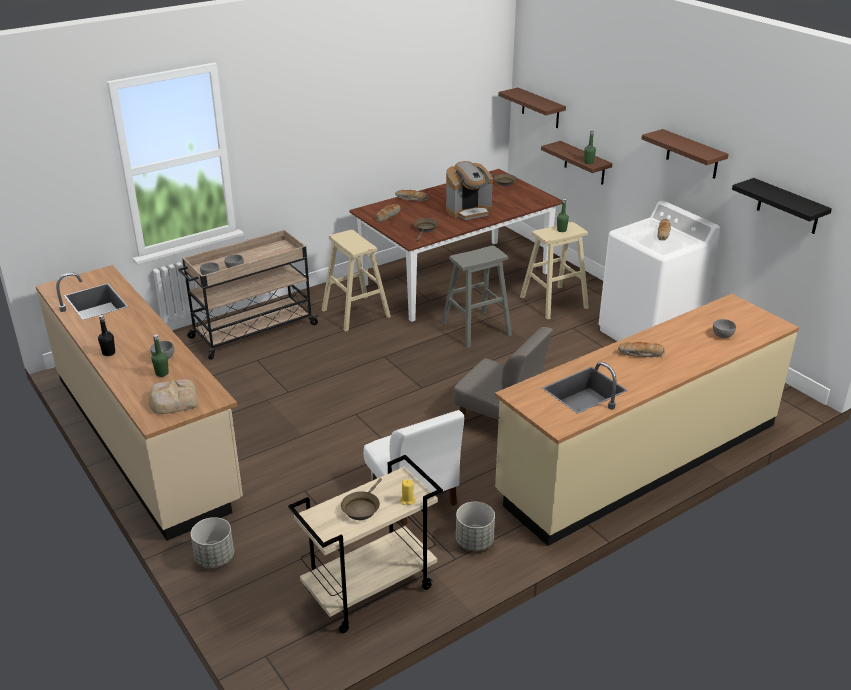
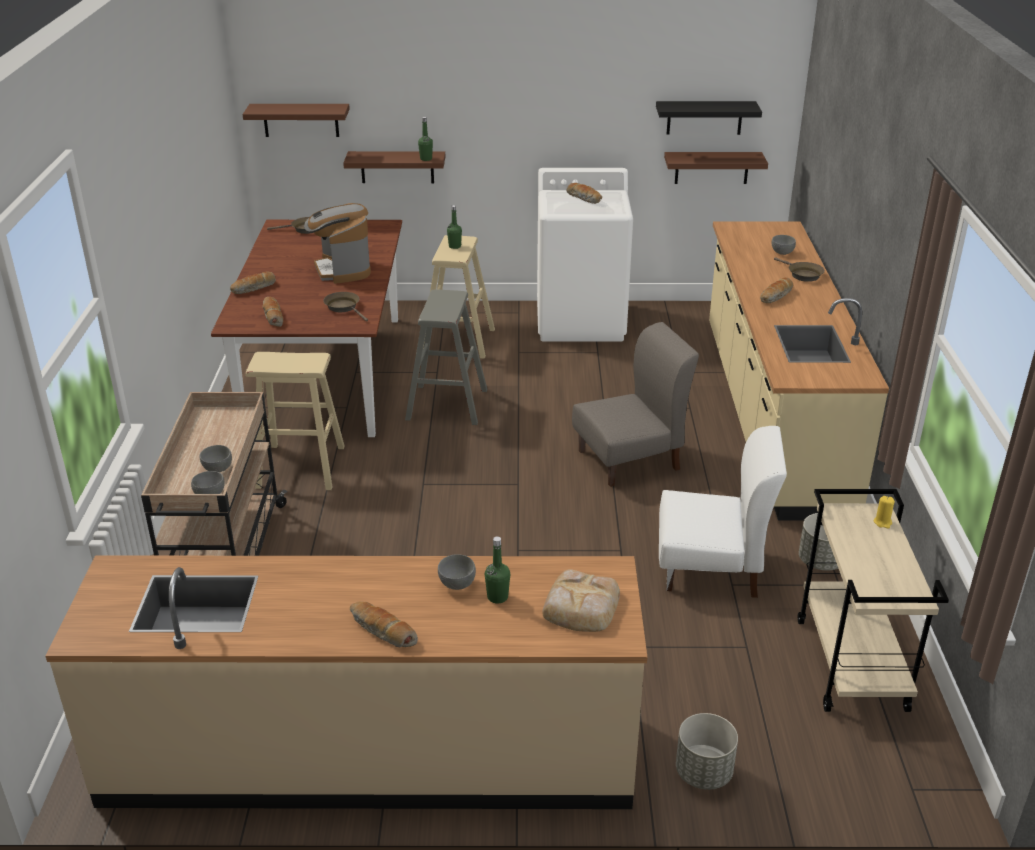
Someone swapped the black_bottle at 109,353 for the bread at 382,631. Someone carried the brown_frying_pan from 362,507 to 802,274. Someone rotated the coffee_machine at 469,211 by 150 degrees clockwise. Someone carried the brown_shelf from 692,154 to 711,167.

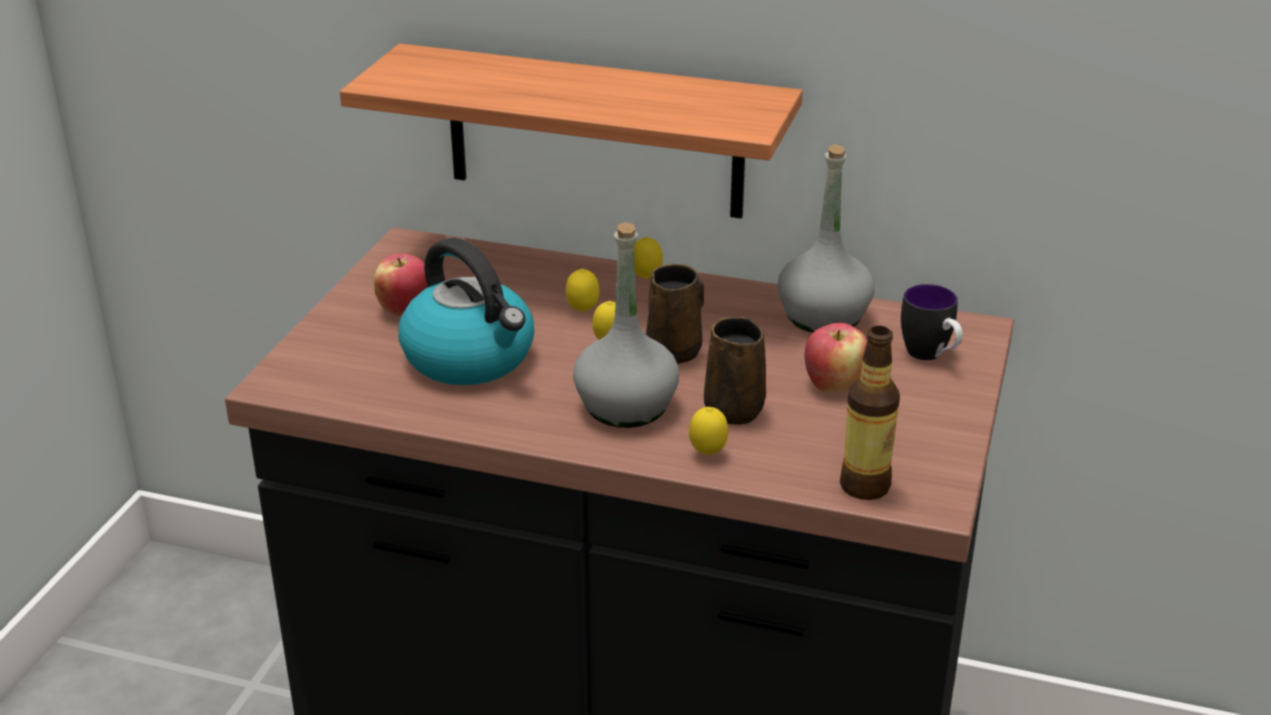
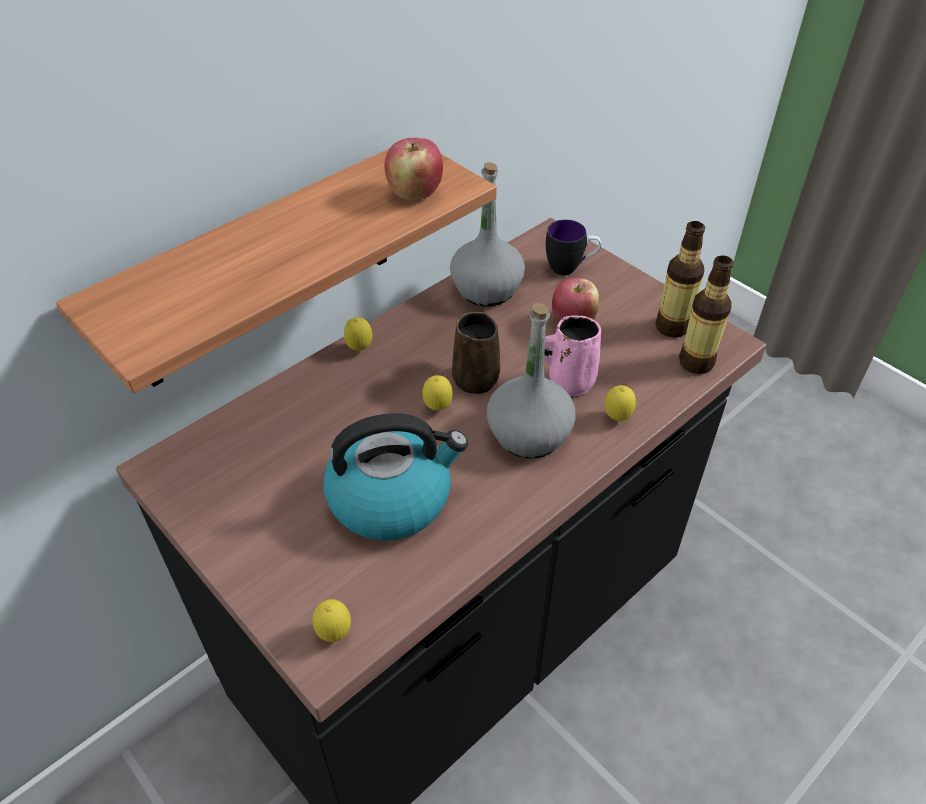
Someone carried the apple from 404,310 to 414,194. Someone carried the lemon from 583,312 to 334,634. Someone repainted the brown_mug at 732,408, which became the pink_mug at 568,381. Someone put down the bottle at 672,327.

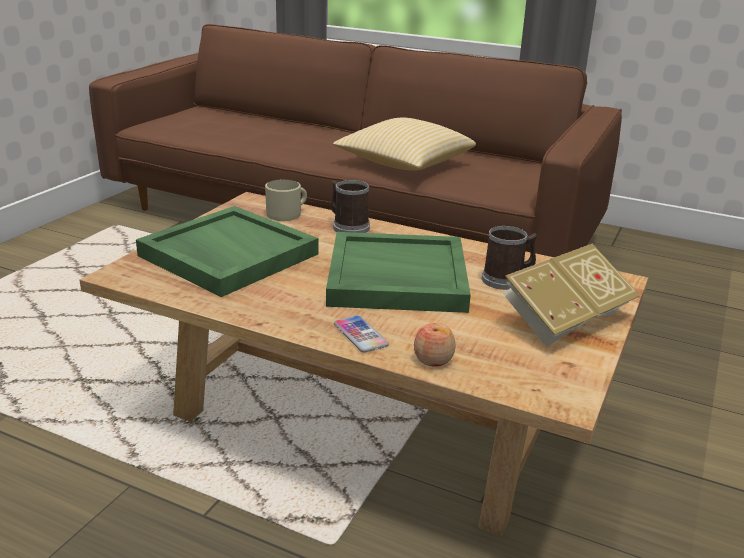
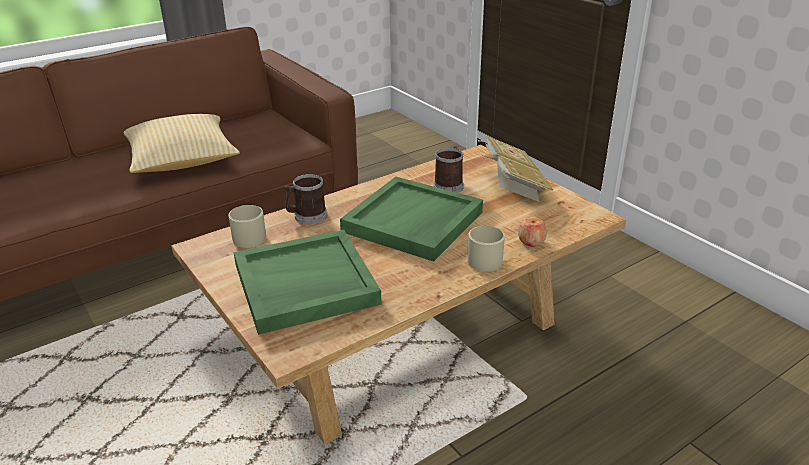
Someone swapped the phone at 360,335 for the beige_mug at 484,258.

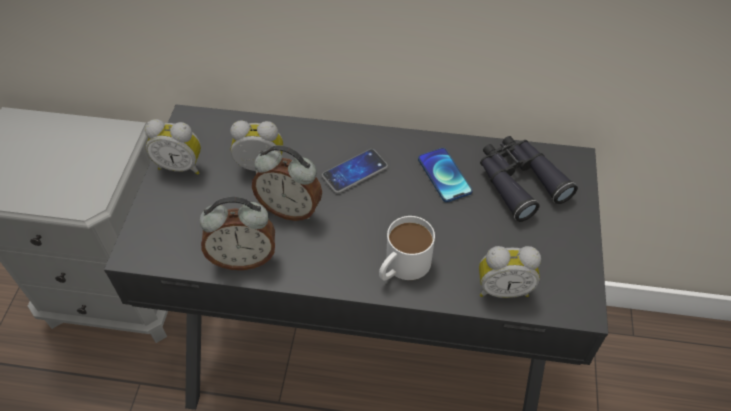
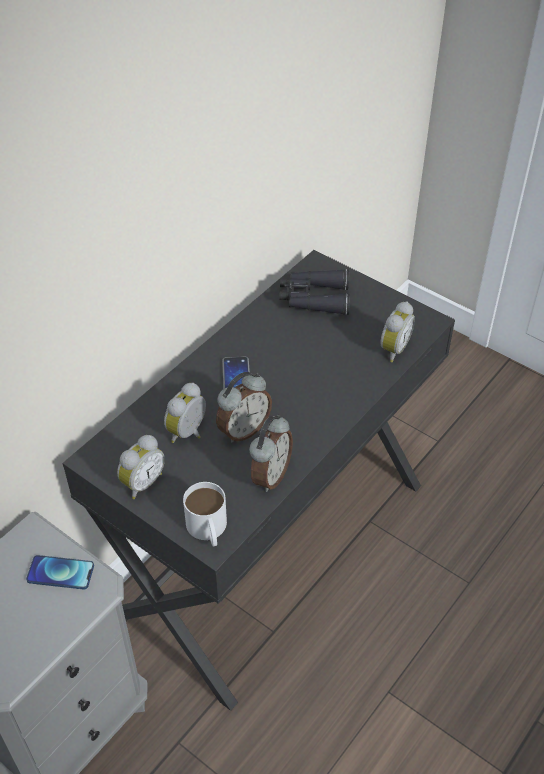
Someone carried the white_mug from 402,266 to 208,530. Someone carried the phone from 444,175 to 60,573.

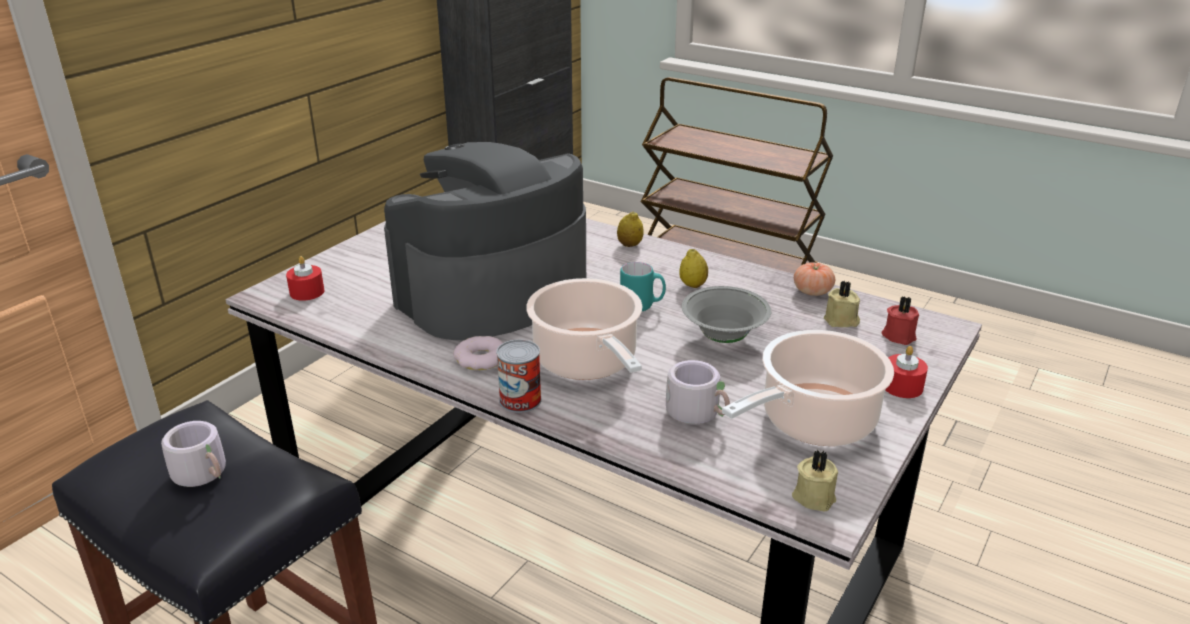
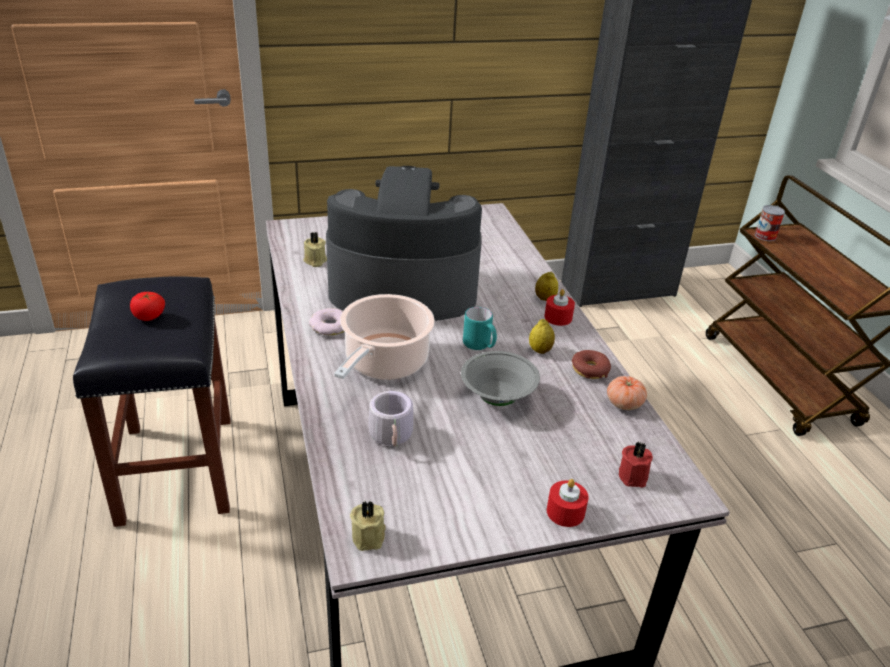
Someone swapped the grey_mug at 206,473 for the tomato at 149,317. Someone carried the red_candle from 307,292 to 558,317. Someone carried the can from 520,400 to 765,236. Someone took away the cooking_pot at 812,422. Someone carried the beige_candle from 841,321 to 315,261. Someone put down the donut at 590,370.

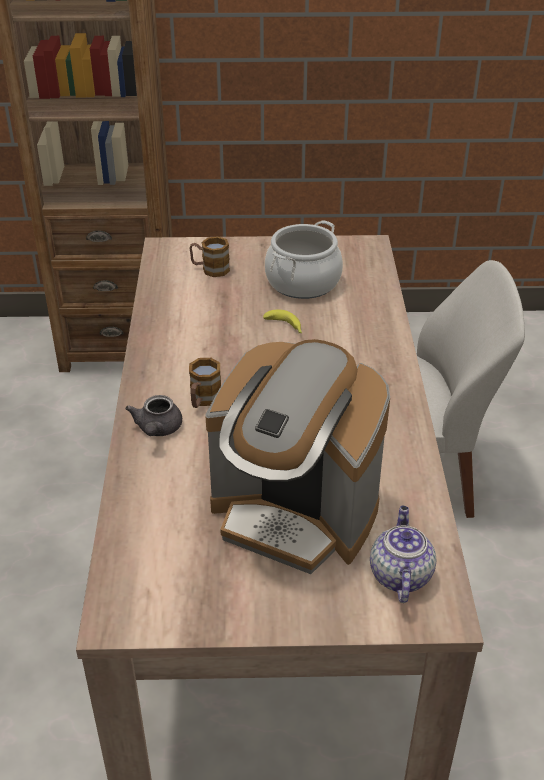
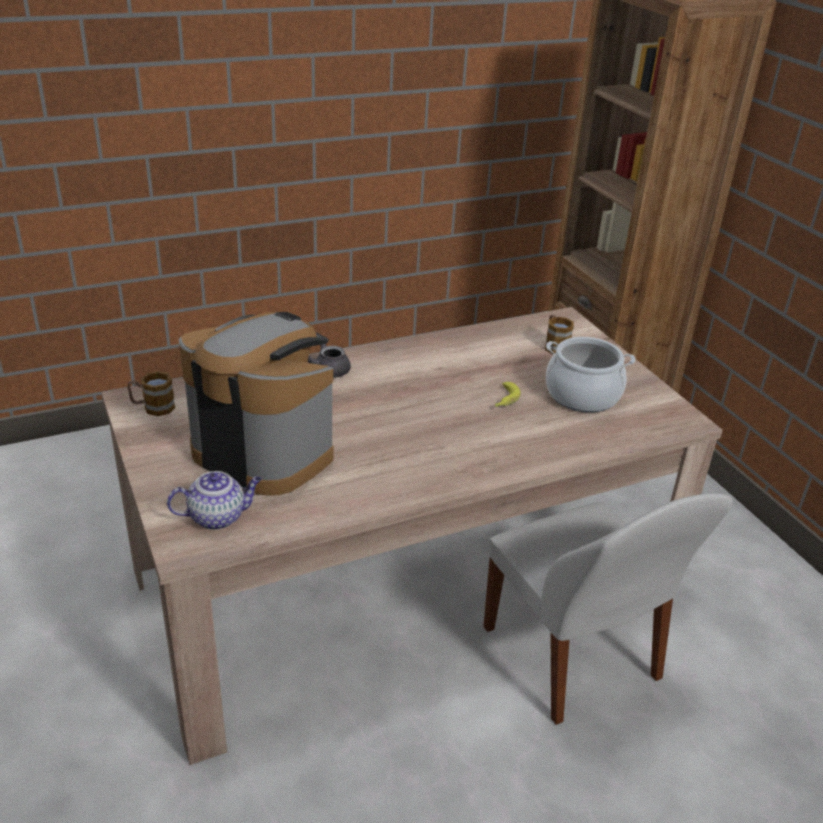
Someone carried the mug from 203,400 to 153,407. Someone rotated the coffee_machine at 295,514 by 120 degrees clockwise.

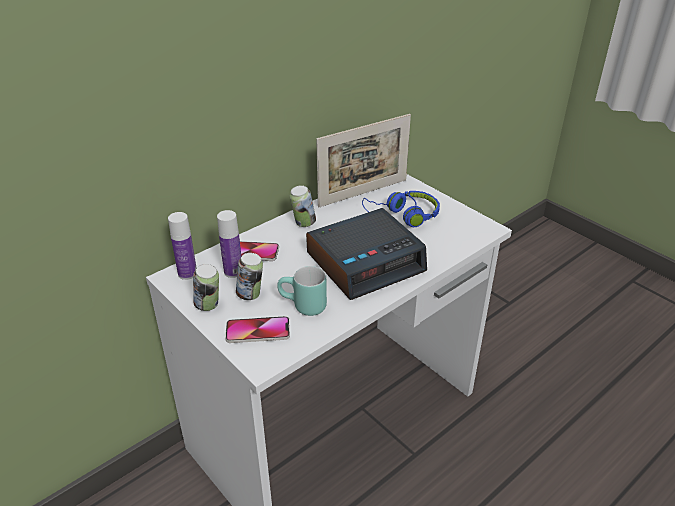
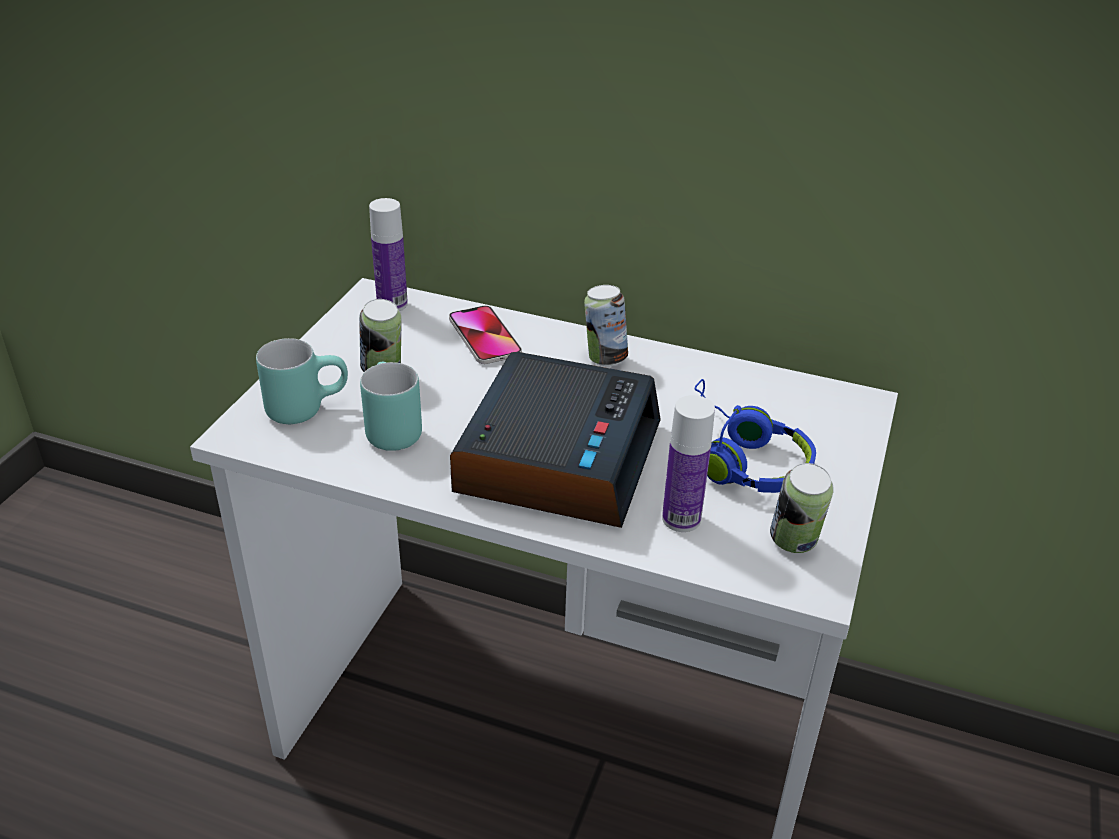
Someone carried the can from 208,306 to 794,544. Someone carried the bottle from 233,271 to 681,519. Someone swapped the phone at 258,331 for the turquoise_mug at 306,406. Someone rotated the alarm_clock at 366,262 by 105 degrees counterclockwise. Someone took away the picture_frame at 363,193.

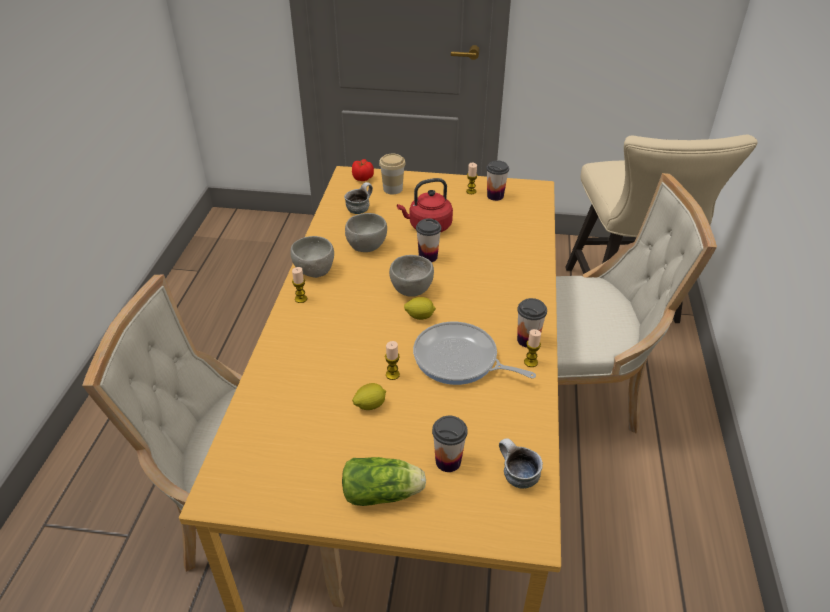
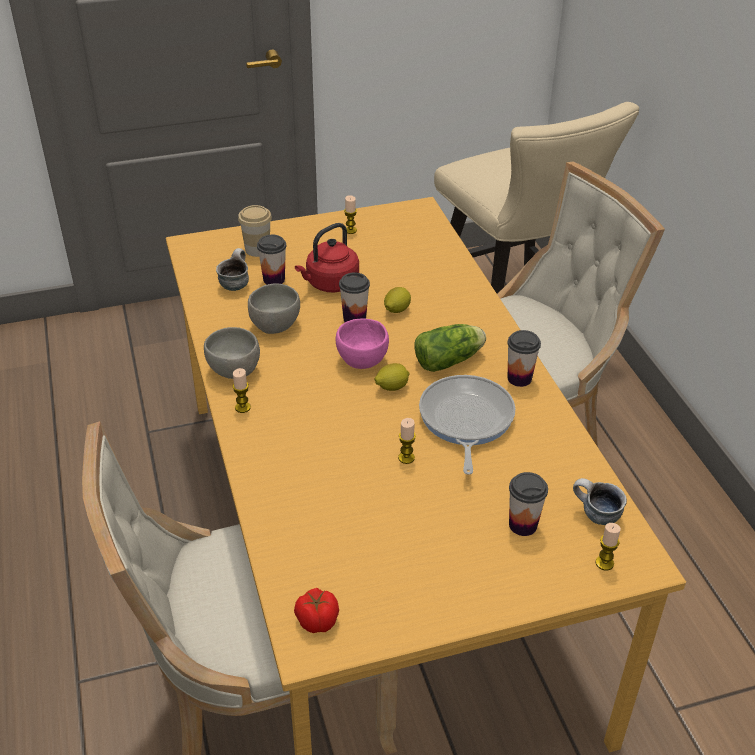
Someone carried the lettuce from 384,493 to 450,360. Someone carried the tomato from 362,178 to 316,621. Someone carried the lemon from 370,405 to 396,310. Someone repainted the grey_bowl at 413,289, which became the pink_bowl at 363,360. Someone rotated the frying_pan at 459,360 by 90 degrees clockwise. Someone carried the cup from 495,196 to 274,279. Someone carried the candle from 530,362 to 604,563.

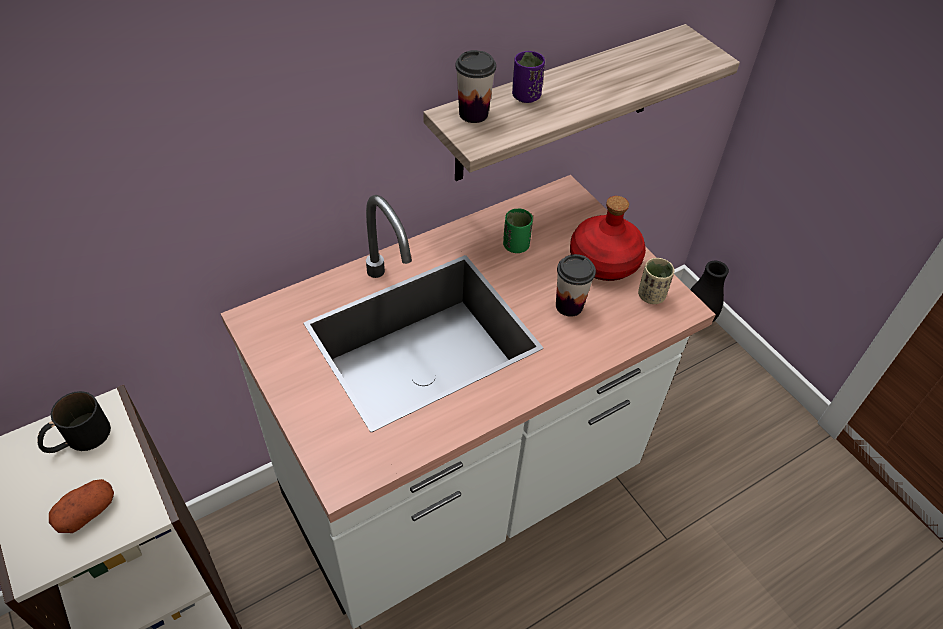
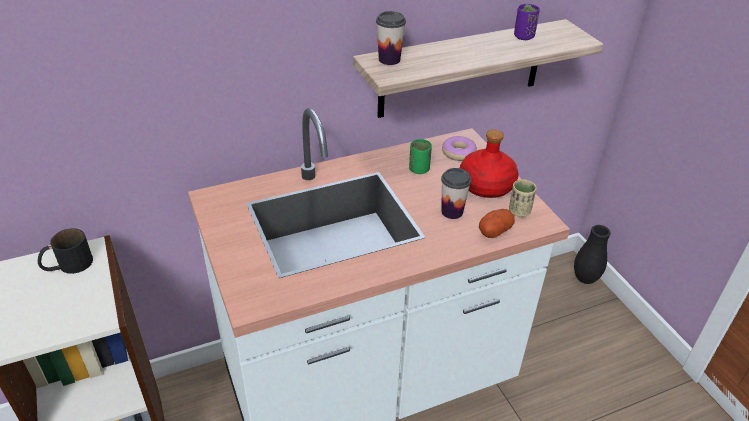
Someone carried the potato from 87,512 to 495,230. Someone carried the purple_cup from 526,96 to 523,37. Someone put down the donut at 458,153.

